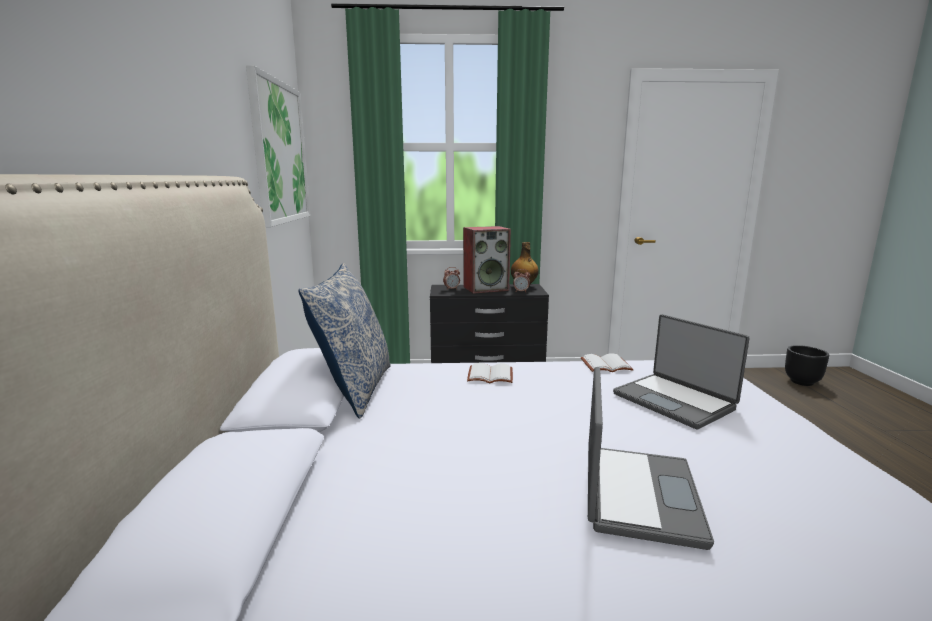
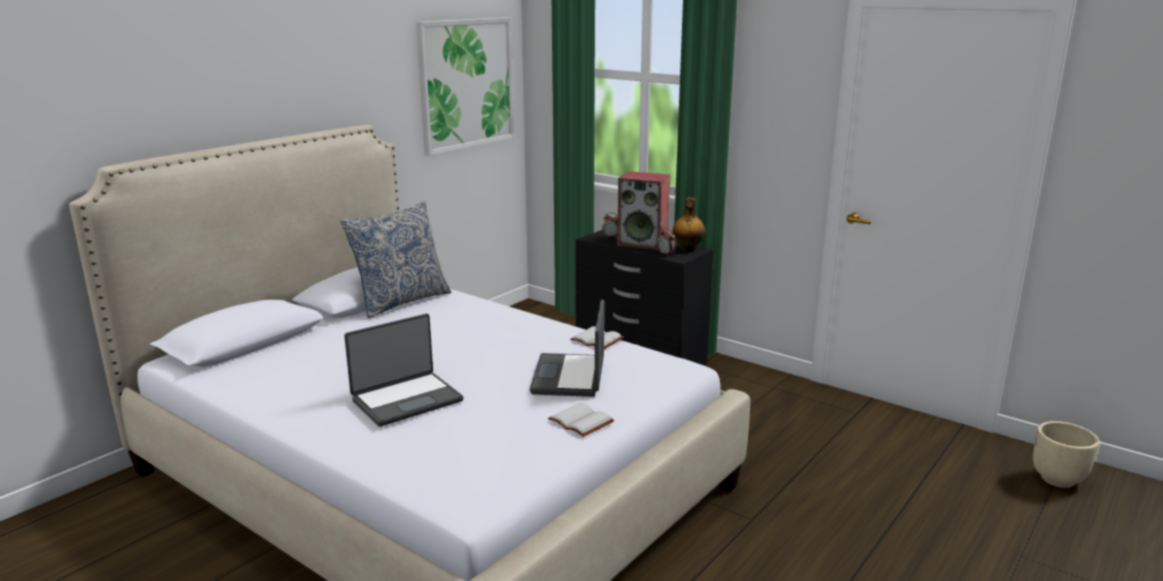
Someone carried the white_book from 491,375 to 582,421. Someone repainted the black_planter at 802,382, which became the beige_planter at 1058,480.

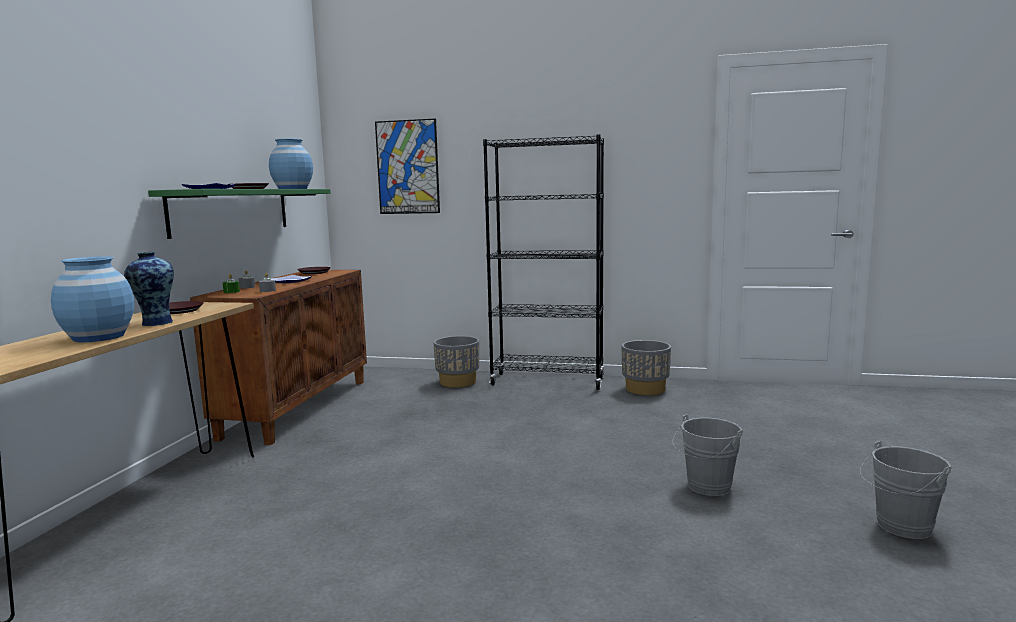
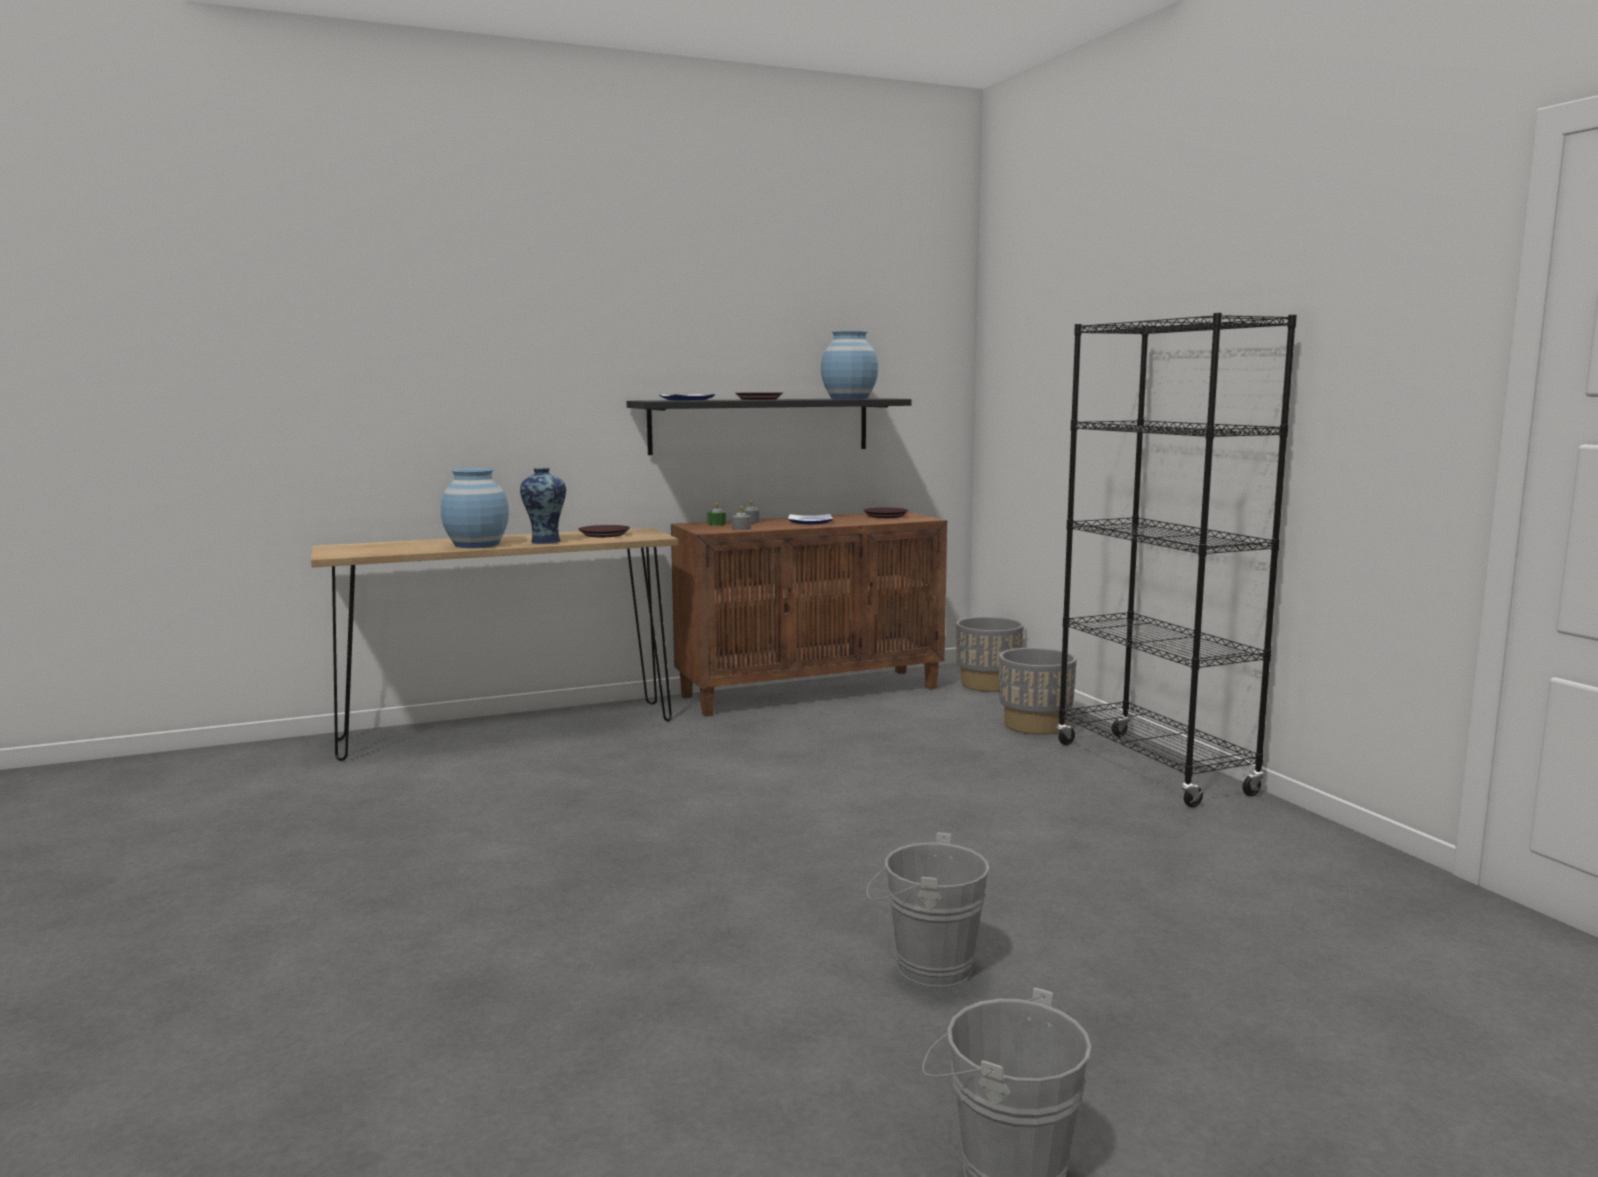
Someone repainted the green_shelf at 232,211, which became the black_shelf at 760,425. Someone took away the picture at 407,167. Someone carried the grey_planter from 645,389 to 988,684.

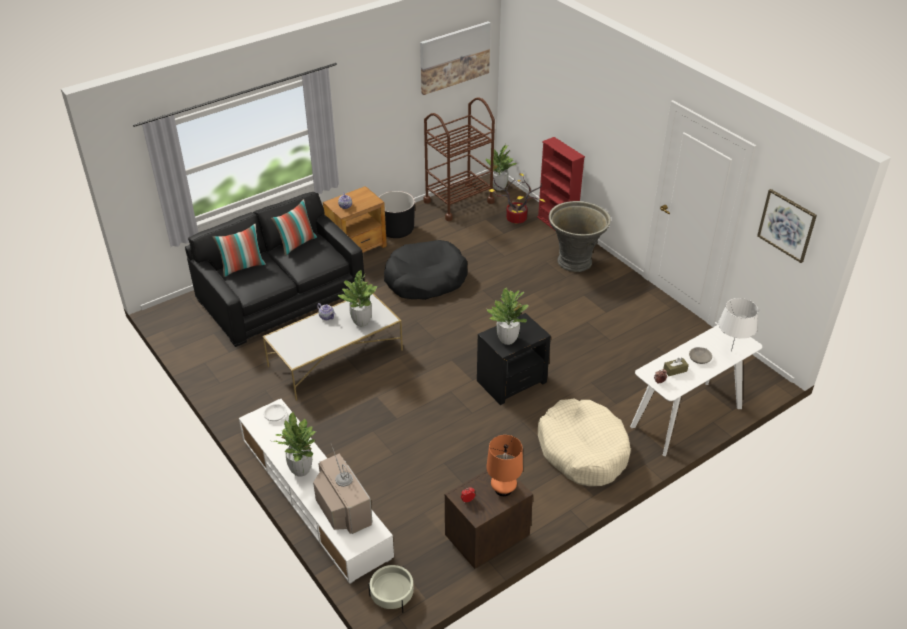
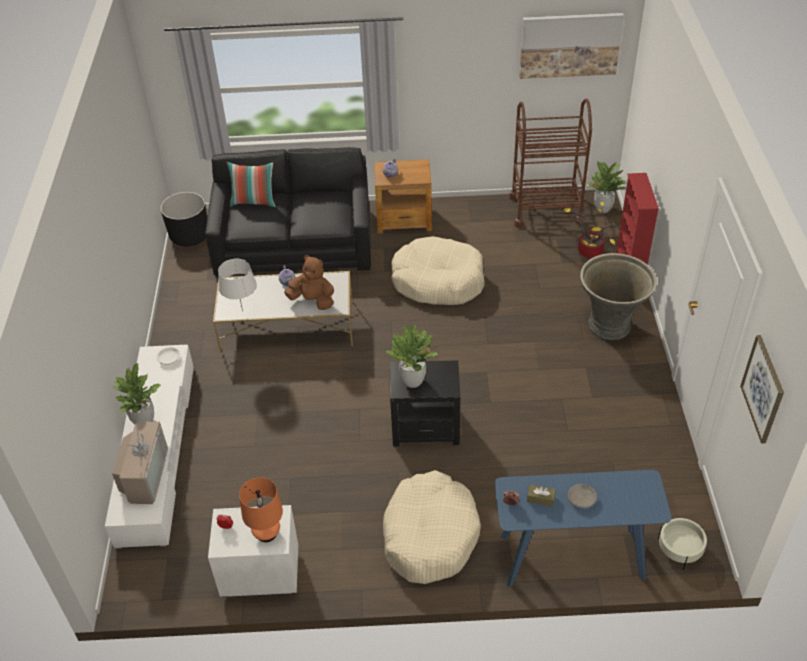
Someone took away the pillow at 297,244. Someone swapped the potted_plant at 361,322 for the brown_plush_toy at 313,300. Someone carried the beige_planter from 392,595 to 679,549. Someone carried the black_planter from 396,230 to 189,236. Someone repainted the black_dog_bed at 425,279, which became the beige_dog_bed at 438,281. Someone repainted the brown_nightstand at 485,539, which became the white_nightstand at 259,573. Someone repainted the white_console_table at 686,417, which became the blue_console_table at 572,557. Someone carried the white_table_lamp from 731,351 to 242,311.

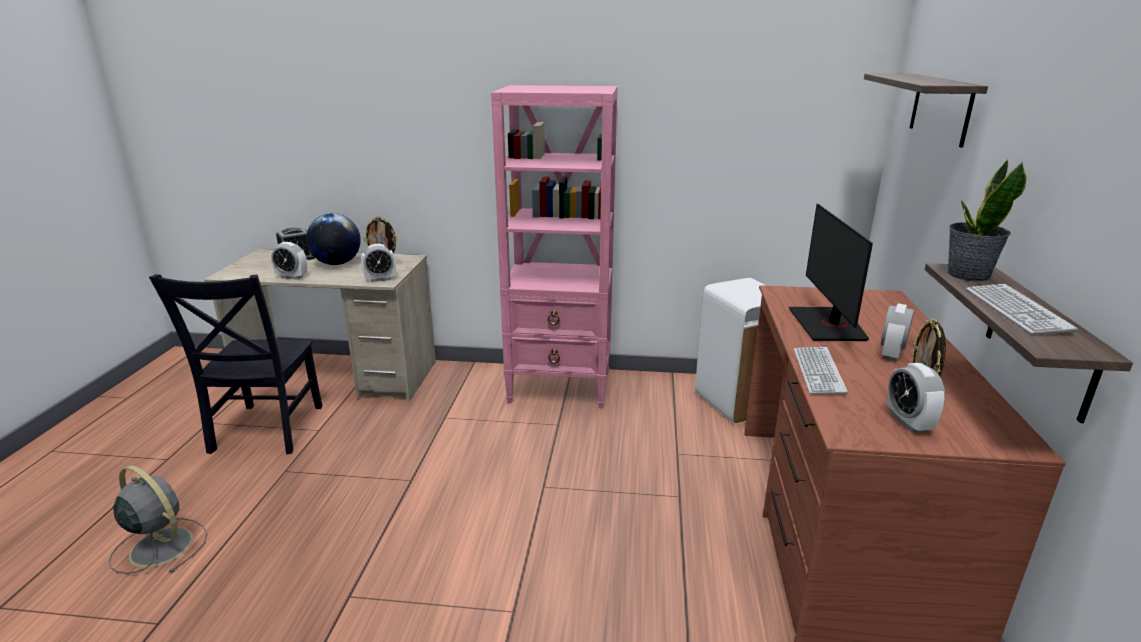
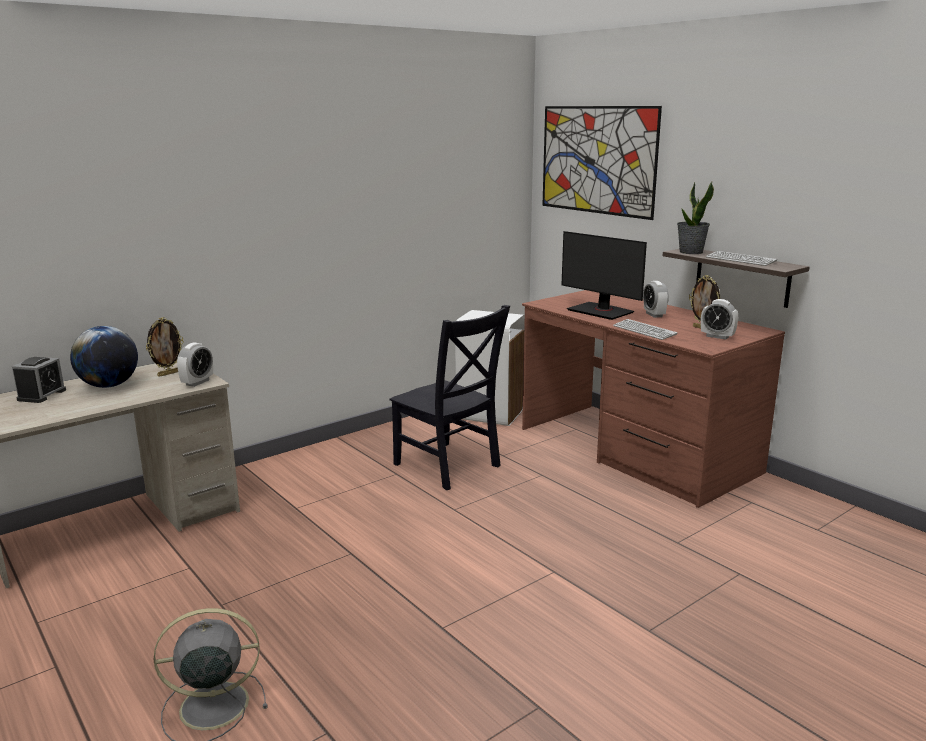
Someone carried the black_chair from 265,431 to 449,467. Someone took away the alarm_clock at 292,277. Someone took away the pink_bookcase at 561,387. Someone swapped the shelf at 940,108 for the picture at 597,160.

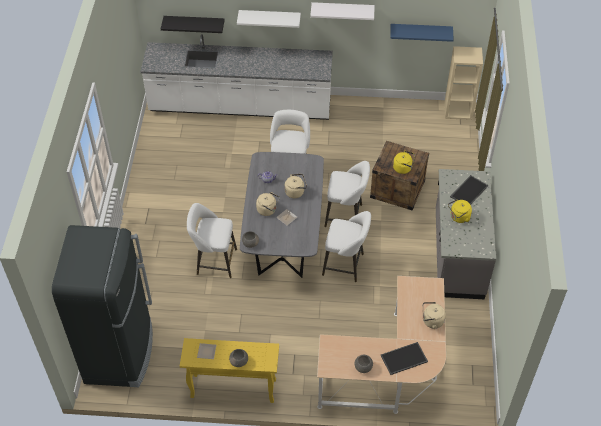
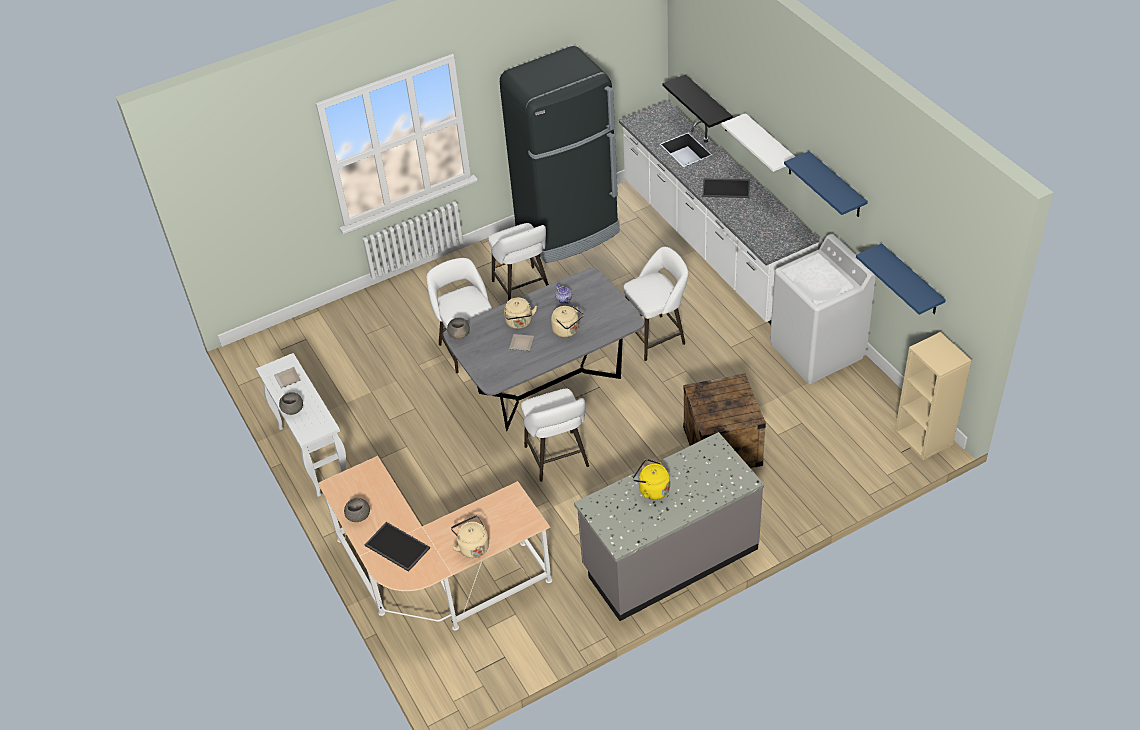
Someone carried the black_fridge from 120,353 to 568,231. Someone repainted the yellow_console_table at 232,388, which became the white_console_table at 313,454. Someone repainted the white_shelf at 342,10, which became the blue_shelf at 836,186. Someone carried the white_stool from 346,216 to 522,289. Someone took away the yellow_kettle at 403,168. Someone carried the tray from 468,191 to 726,188. Someone put down the white_washing_machine at 817,351.

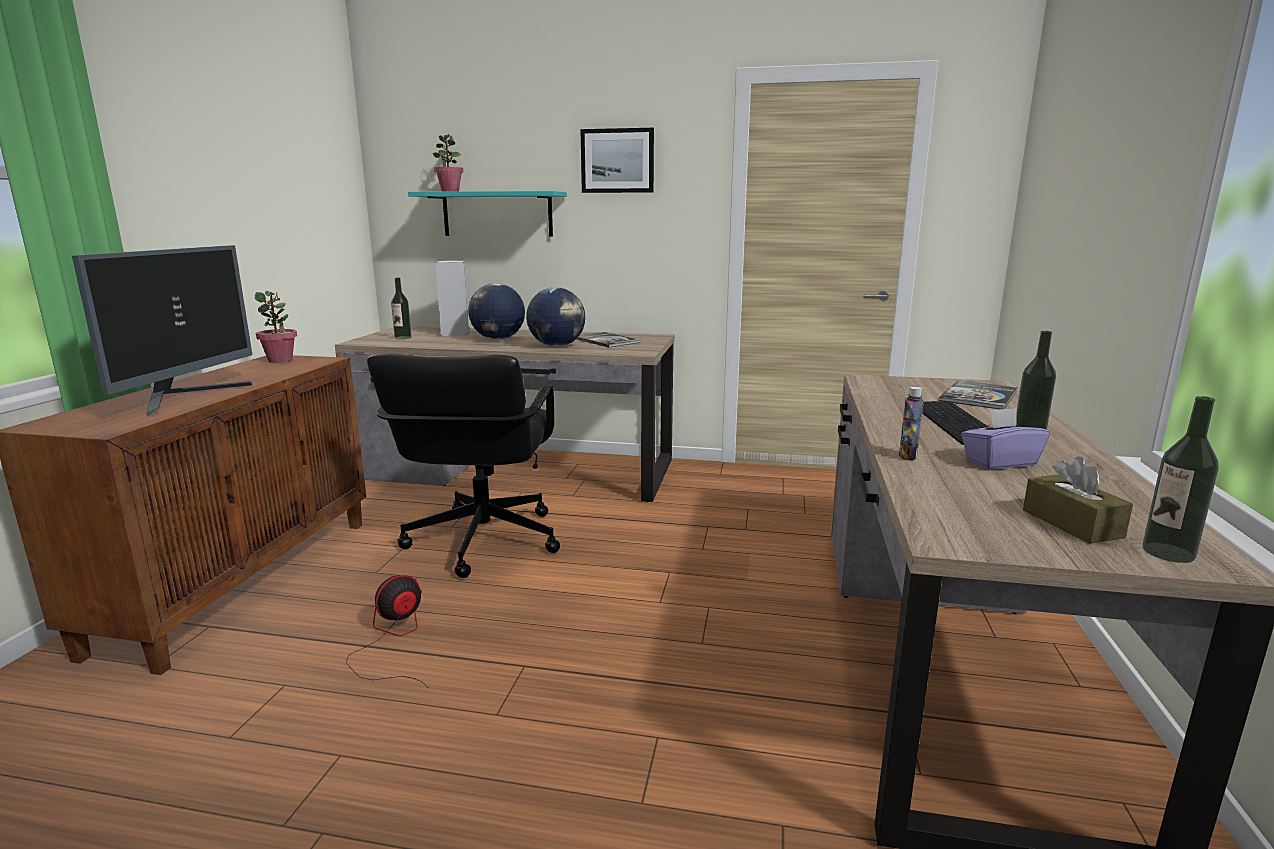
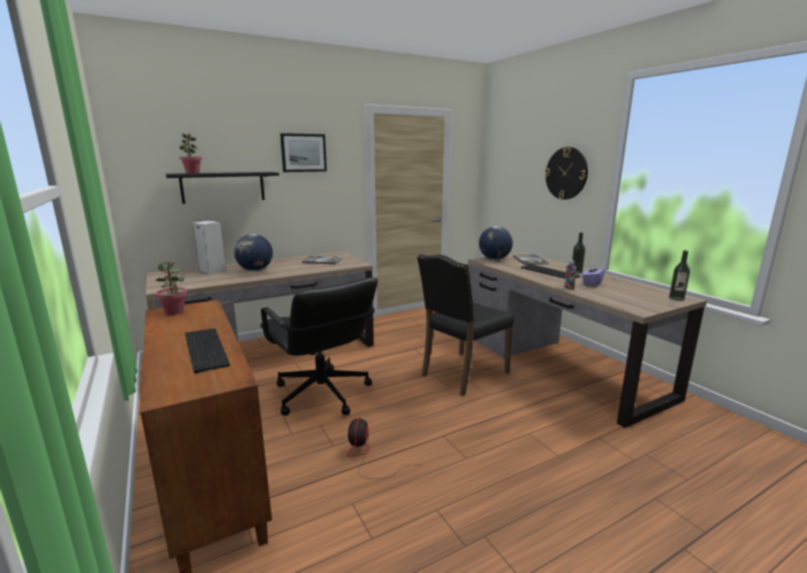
Someone swapped the monitor at 185,397 for the keyboard at 203,349. Someone took away the bottle at 403,337. Someone repainted the turquoise_shelf at 497,214, which became the black_shelf at 223,187. Someone carried the globe from 557,346 to 494,259. Someone took away the brown_tissue_box at 1071,523. Someone put down the black_chair at 462,374. Someone put up the wall_clock at 566,173.

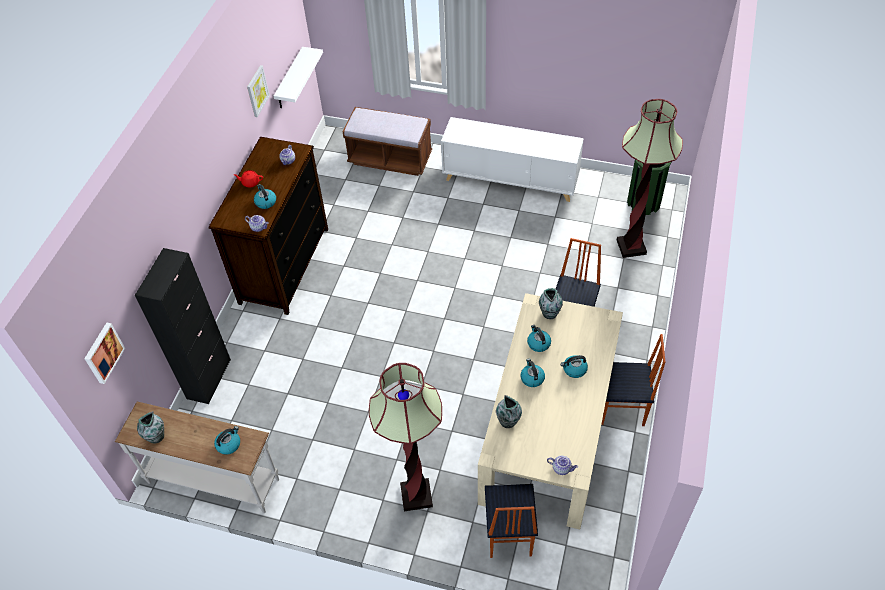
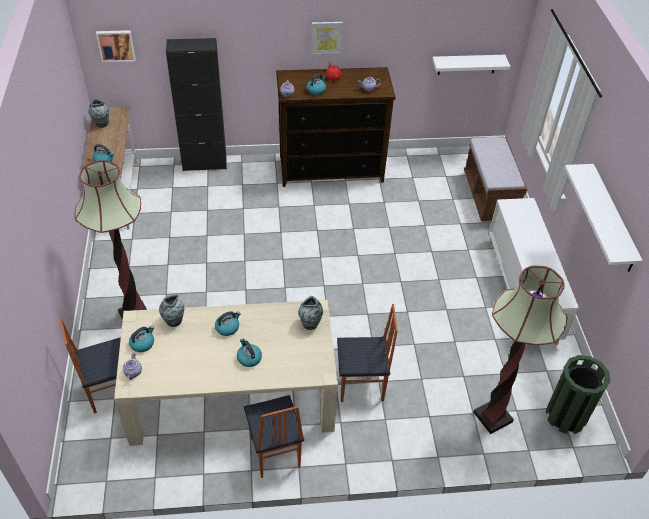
Someone carried the picture from 257,91 to 326,37. Someone carried the kettle from 538,343 to 142,343. Someone put up the white_shelf at 612,219.

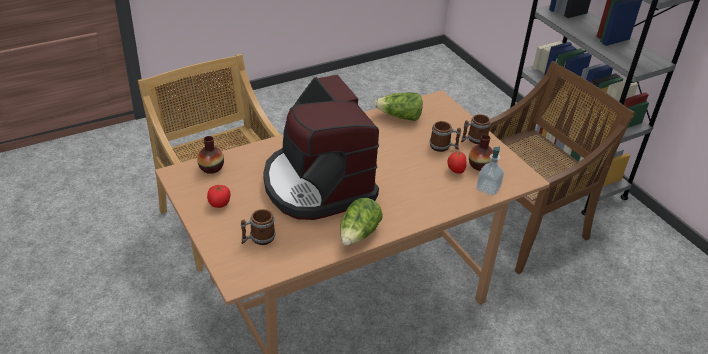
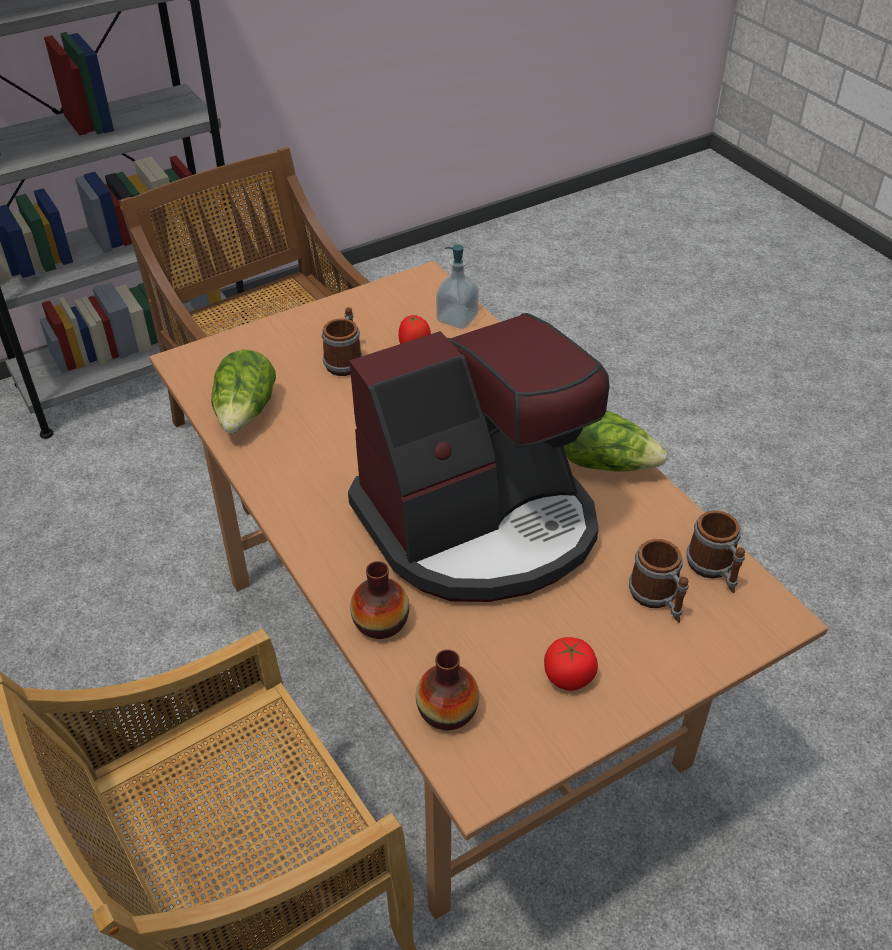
Someone carried the mug from 473,139 to 714,569. Someone carried the vase from 480,165 to 380,622.

